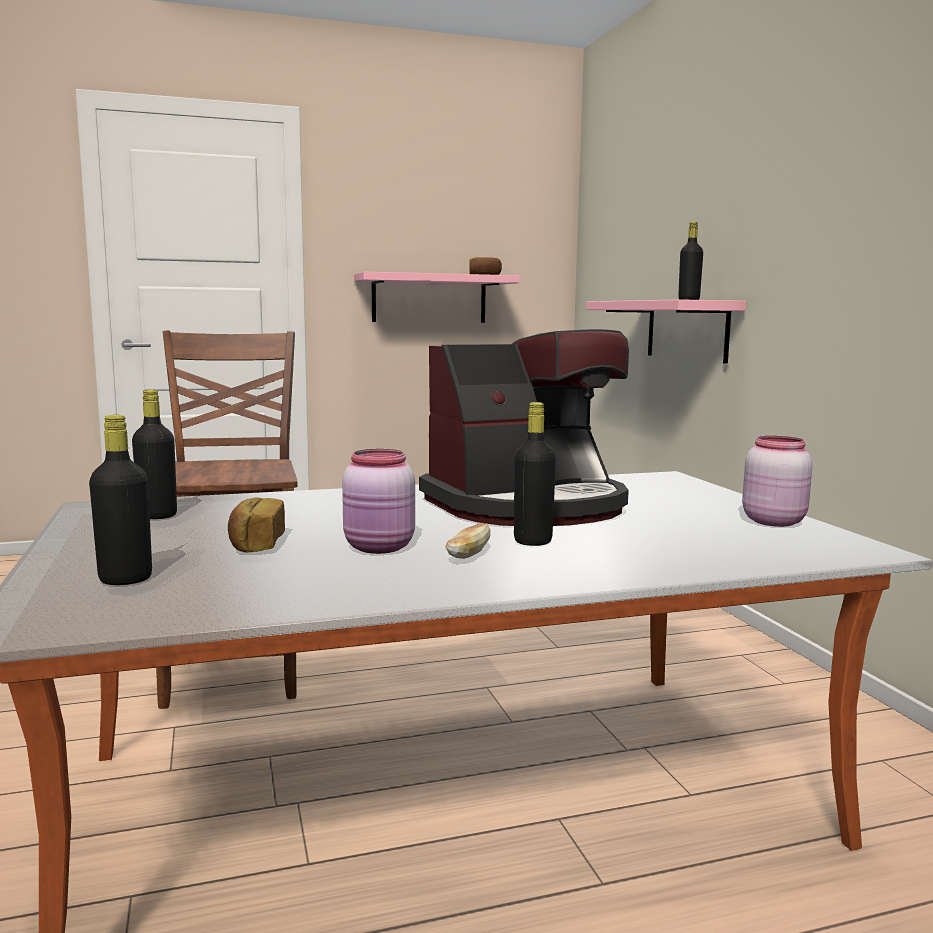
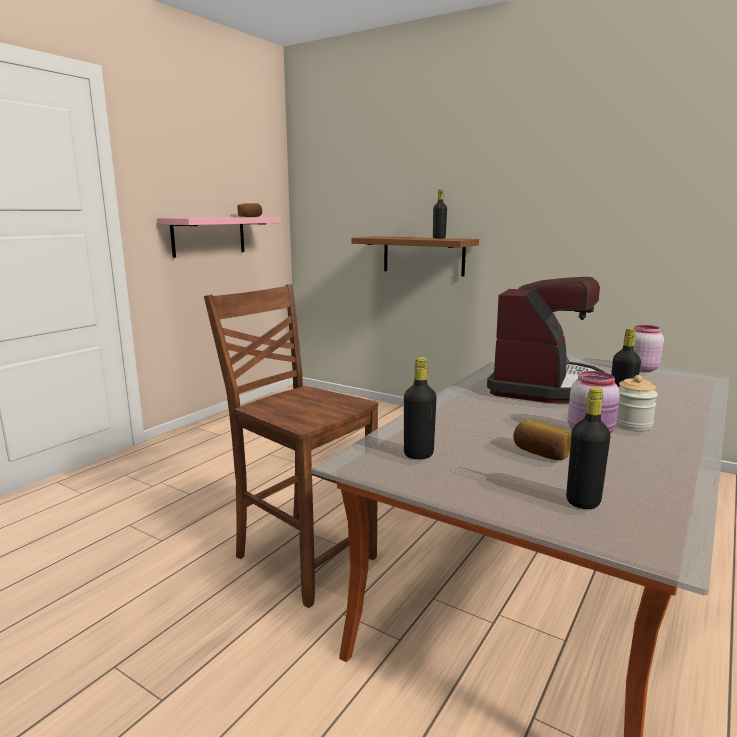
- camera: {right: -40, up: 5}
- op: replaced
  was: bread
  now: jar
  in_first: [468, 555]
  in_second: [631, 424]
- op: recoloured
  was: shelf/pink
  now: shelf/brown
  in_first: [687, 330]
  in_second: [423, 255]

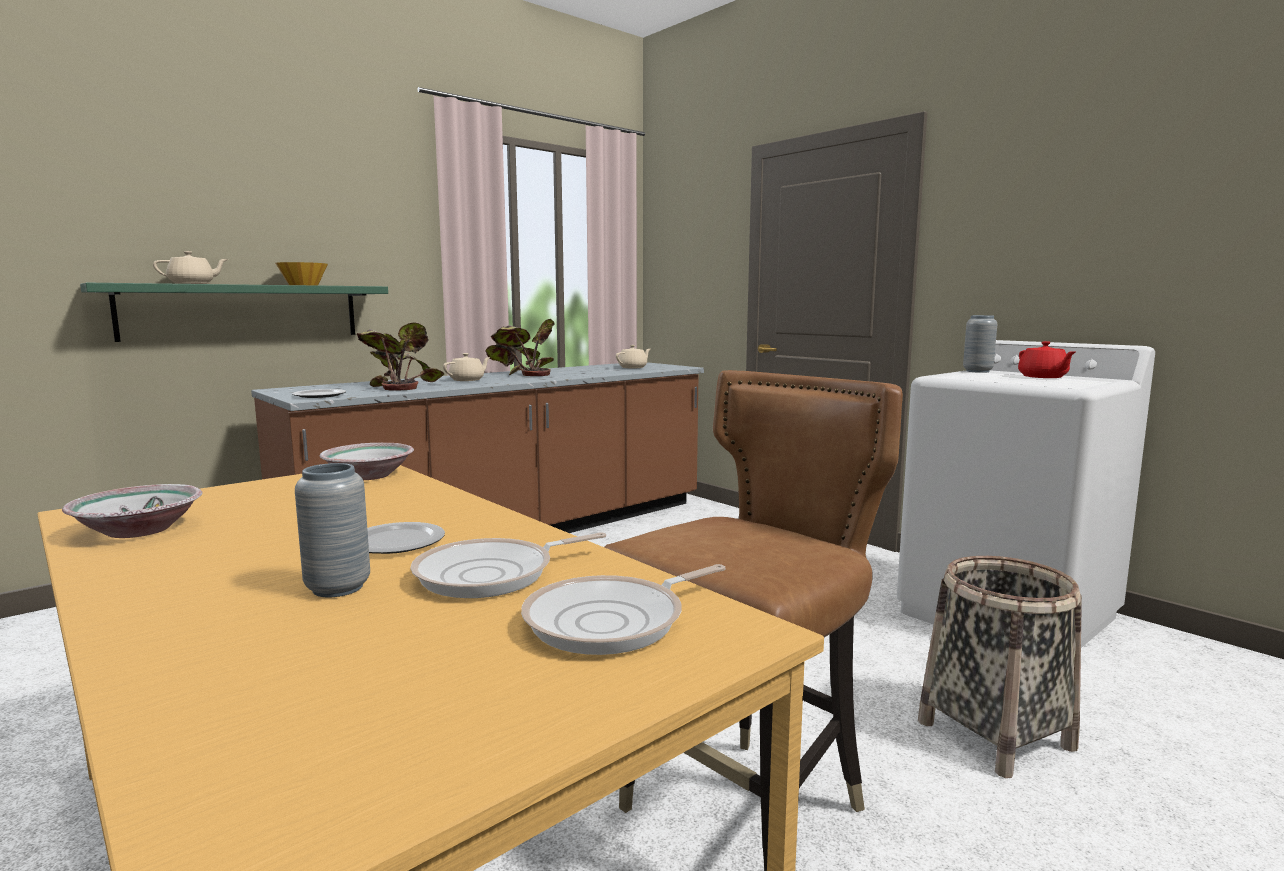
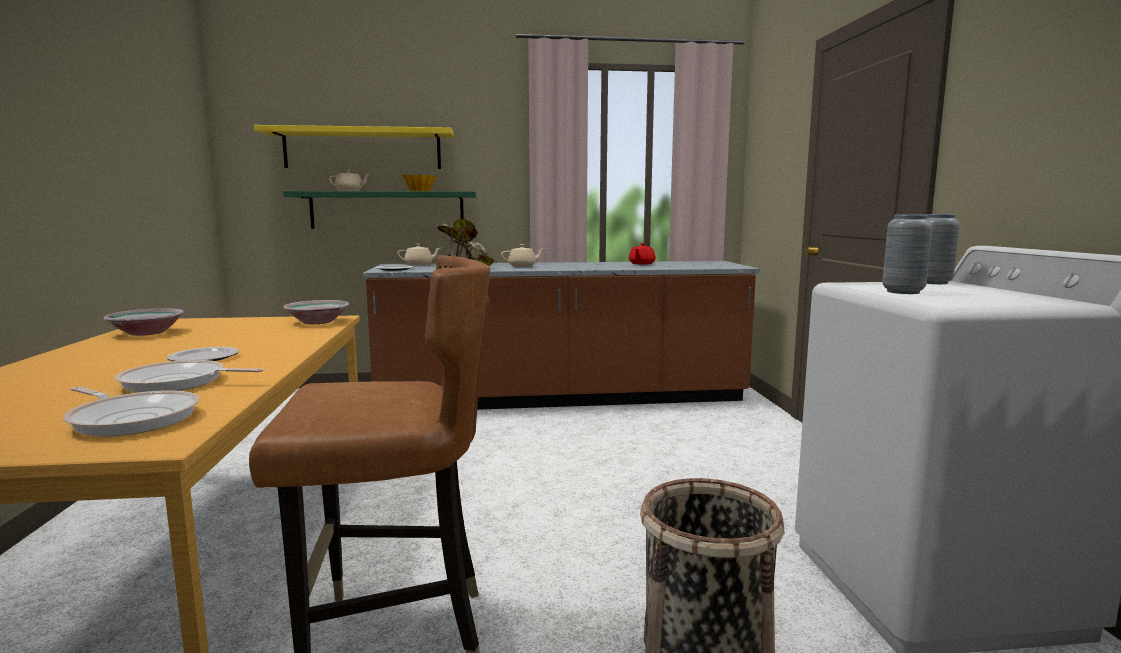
- camera: {right: 35, up: 0}
- op: moved
  was: vase/grey
  in_first: [338, 588]
  in_second: [903, 292]
- op: removed
  was: potted plant
  in_first: [522, 374]
- op: turned
  was: frying pan
  in_first: [613, 622]
  in_second: [132, 418]
  clockwise: -150
- op: moved
  was: teapot/beige
  in_first: [633, 367]
  in_second: [419, 265]
- op: moved
  was: teapot/red
  in_first: [1043, 377]
  in_second: [641, 264]
- op: added
  now: shelf/yellow
  in_second: [362, 149]

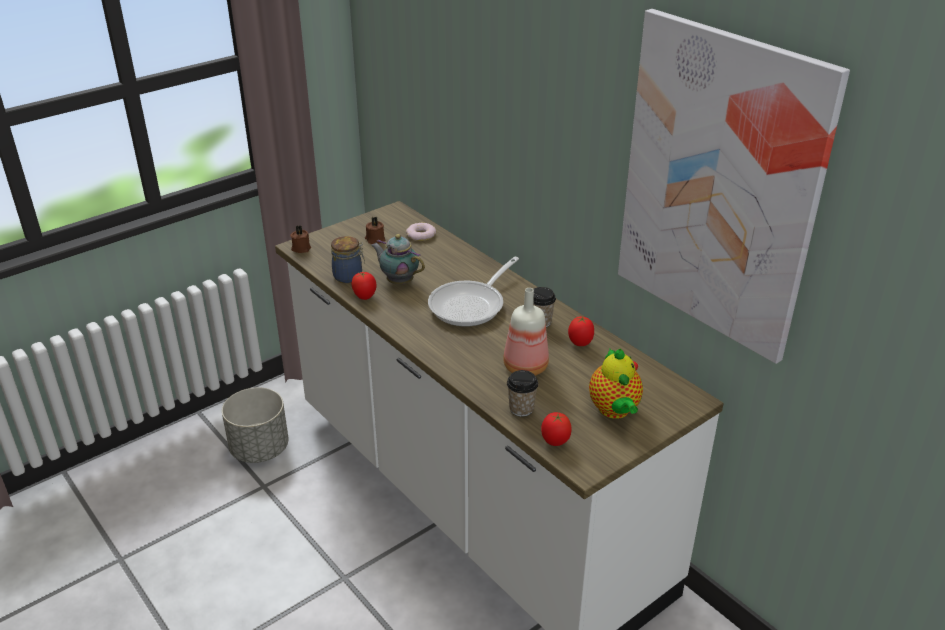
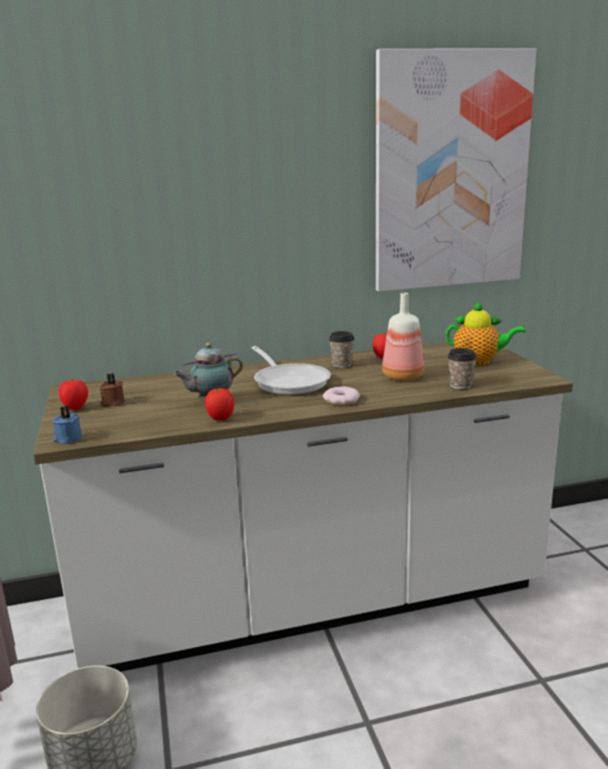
- camera: {right: -65, up: -15}
- op: recoloured
  was: candle/brown
  now: candle/blue
  in_first: [301, 248]
  in_second: [68, 439]
- op: removed
  was: jar
  in_first: [349, 276]
- op: moved
  was: donut
  in_first: [421, 235]
  in_second: [341, 400]
- op: moved
  was: tomato
  in_first: [555, 442]
  in_second: [75, 408]

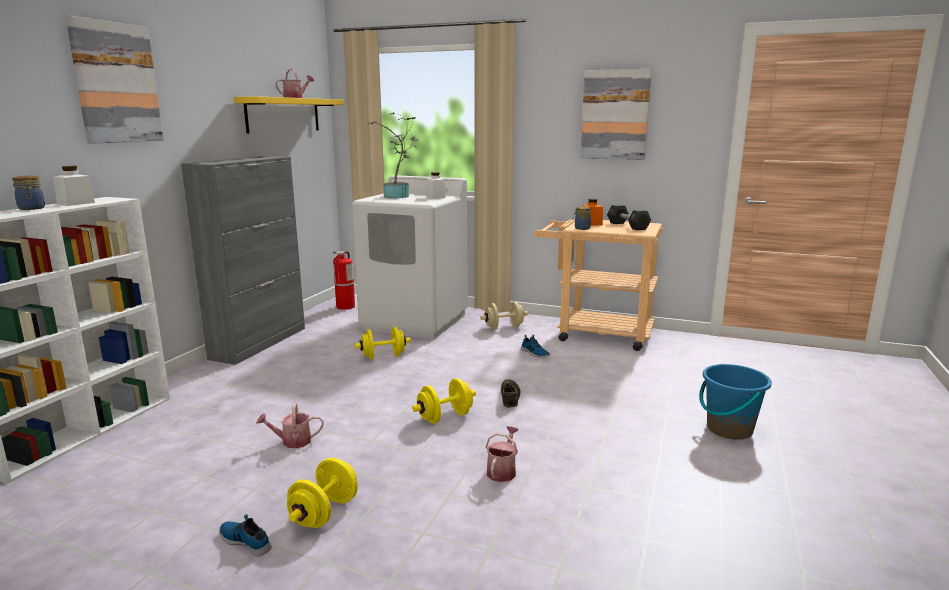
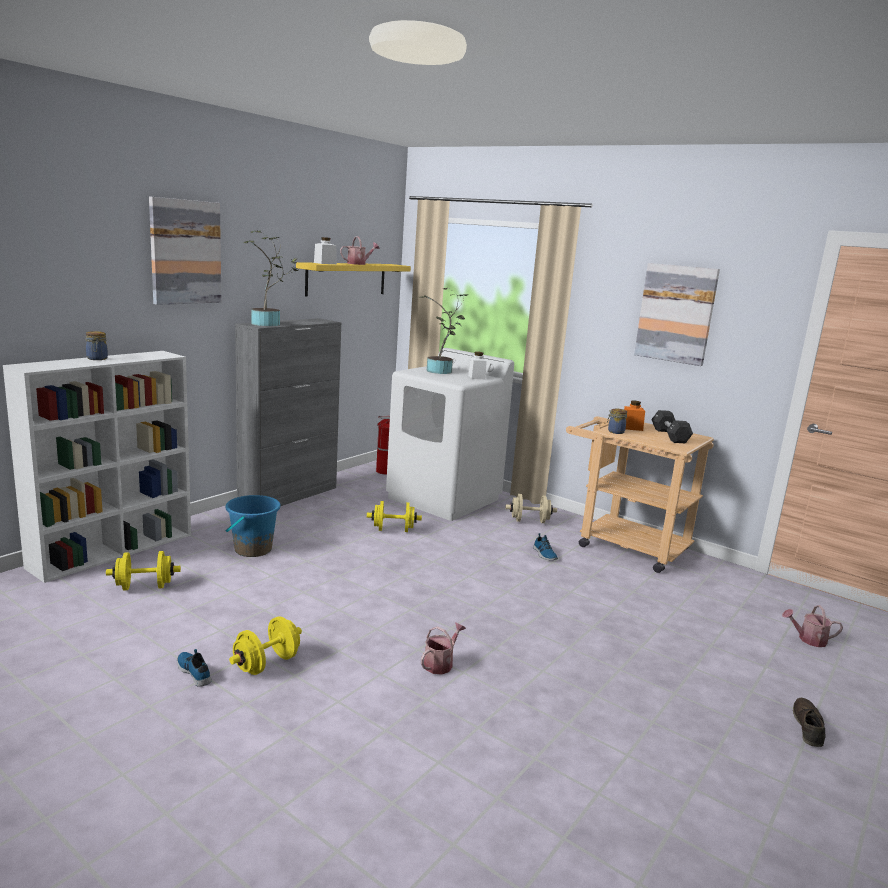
- camera: {right: 15, up: 0}
- op: moved
  was: jar/white
  in_first: [76, 203]
  in_second: [325, 263]
- op: moved
  was: watering can
  in_first: [292, 441]
  in_second: [808, 639]
- op: moved
  was: dumbbell/yellow
  in_first: [445, 417]
  in_second: [144, 587]
- op: moved
  was: shoe/brown
  in_first: [509, 397]
  in_second: [808, 726]
- op: moved
  was: bucket/blue
  in_first: [729, 429]
  in_second: [252, 549]
- op: added
  now: potted plant
  in_second: [269, 324]

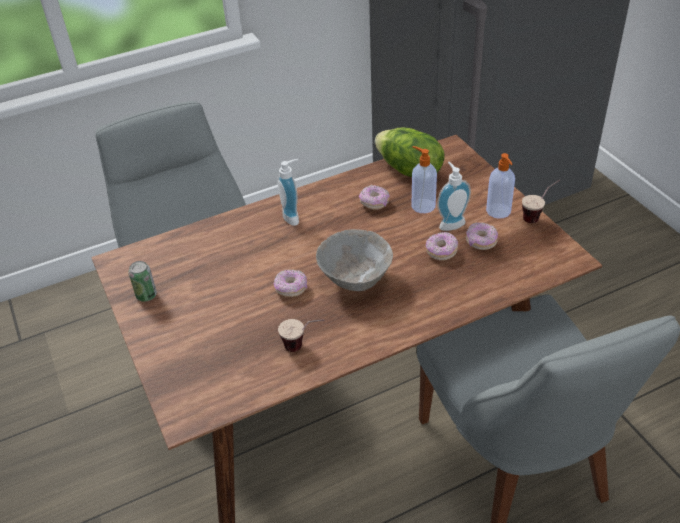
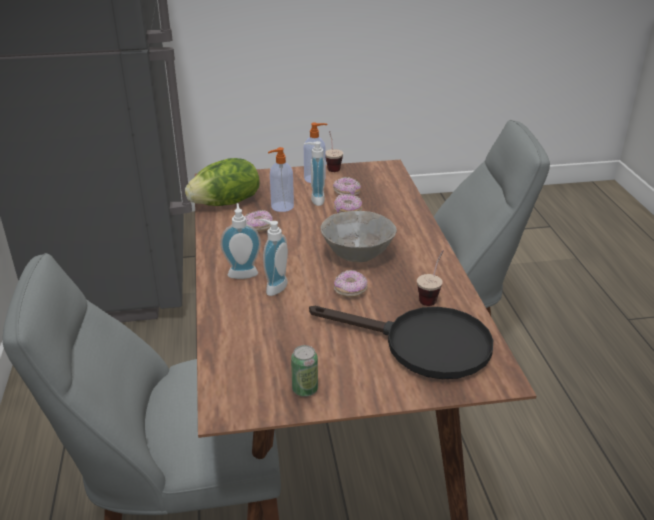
- camera: {right: -75, up: -10}
- op: added
  now: soap dispenser
  in_second: [273, 287]
- op: added
  now: frying pan/black
  in_second: [422, 345]

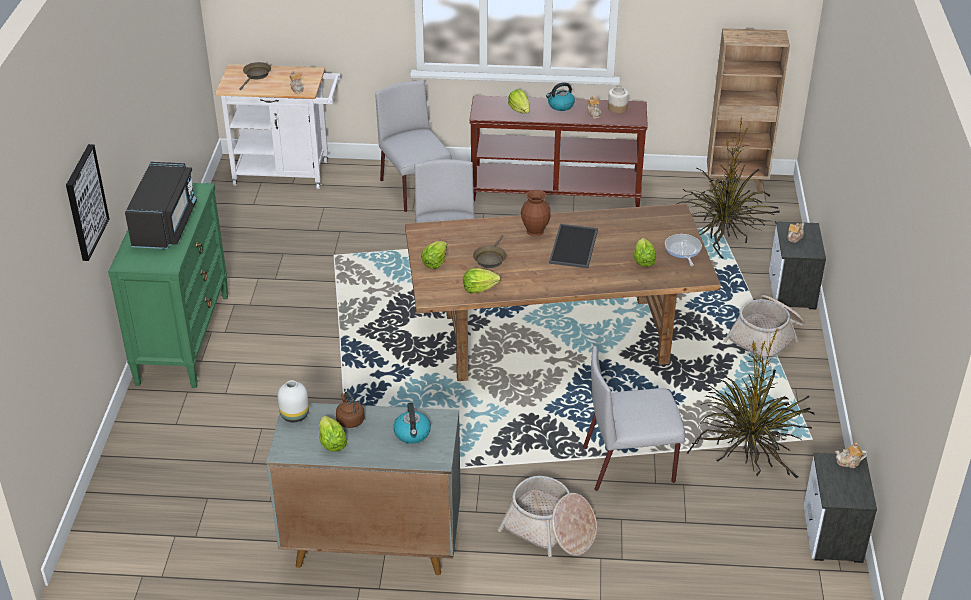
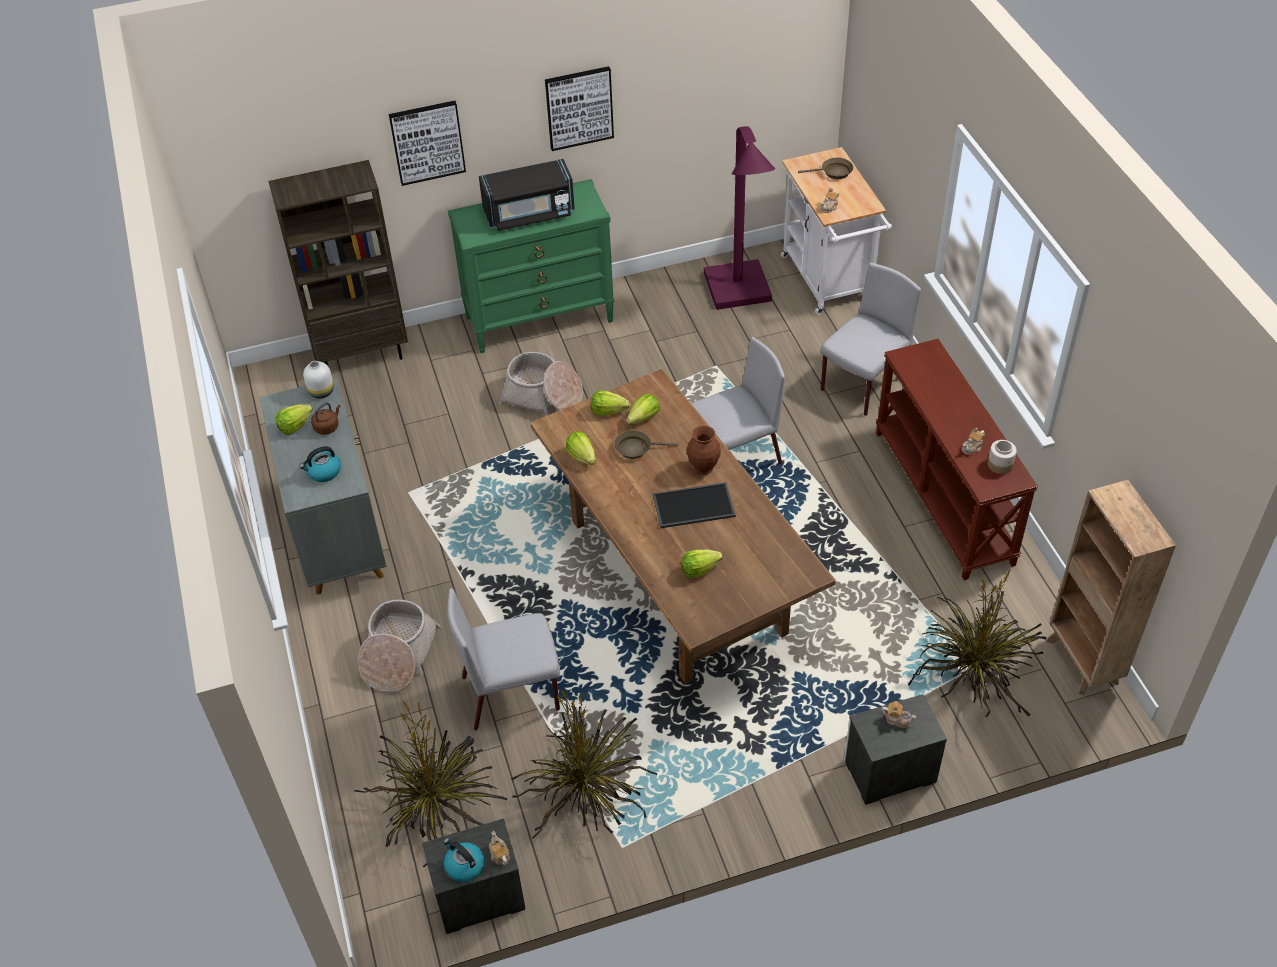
- camera: {right: 70, up: 10}
- op: moved
  was: lettuce
  in_first: [520, 110]
  in_second: [644, 418]
- op: moved
  was: kettle
  in_first: [560, 106]
  in_second: [464, 866]
- op: turned
  was: chair/grey
  in_first: [630, 464]
  in_second: [512, 692]
  clockwise: -75
- op: removed
  was: frying pan
  in_first: [683, 250]
- op: moved
  was: basket
  in_first: [766, 337]
  in_second: [543, 396]
- op: added
  now: bookcase/brown
  in_second: [362, 355]
- op: added
  now: potted plant
  in_second: [437, 809]
- op: added
  now: picture
  in_second: [579, 107]
- op: added
  now: floor lamp/purple
  in_second: [740, 294]

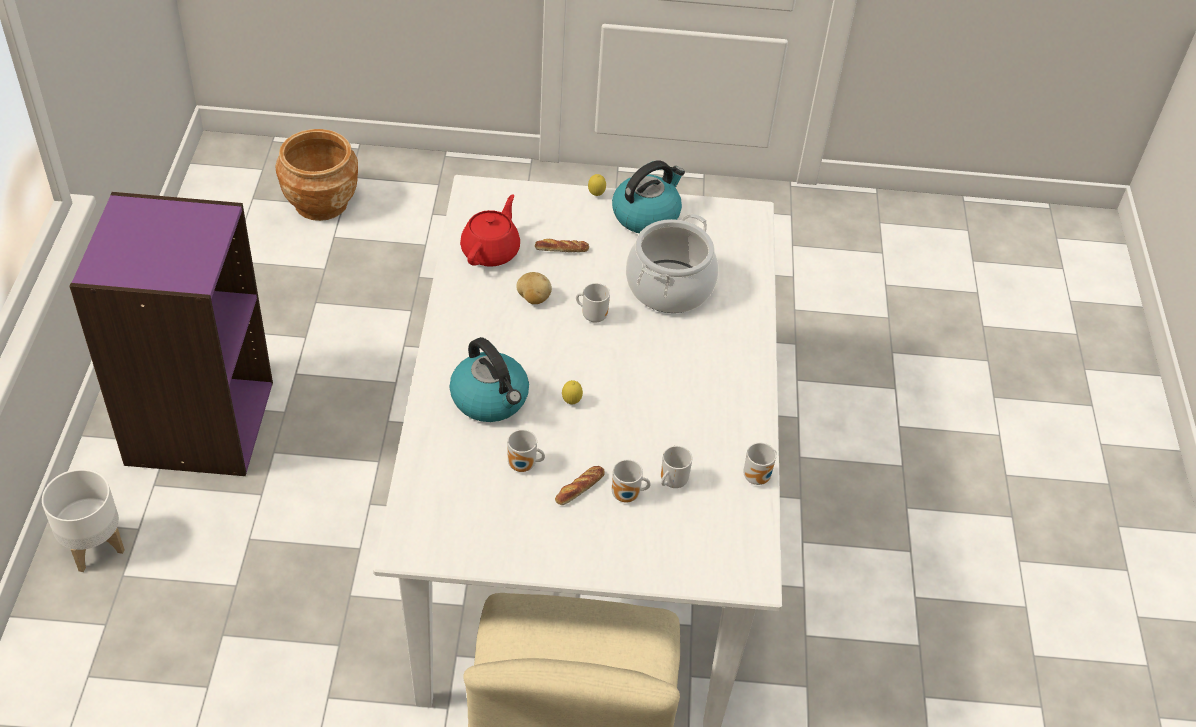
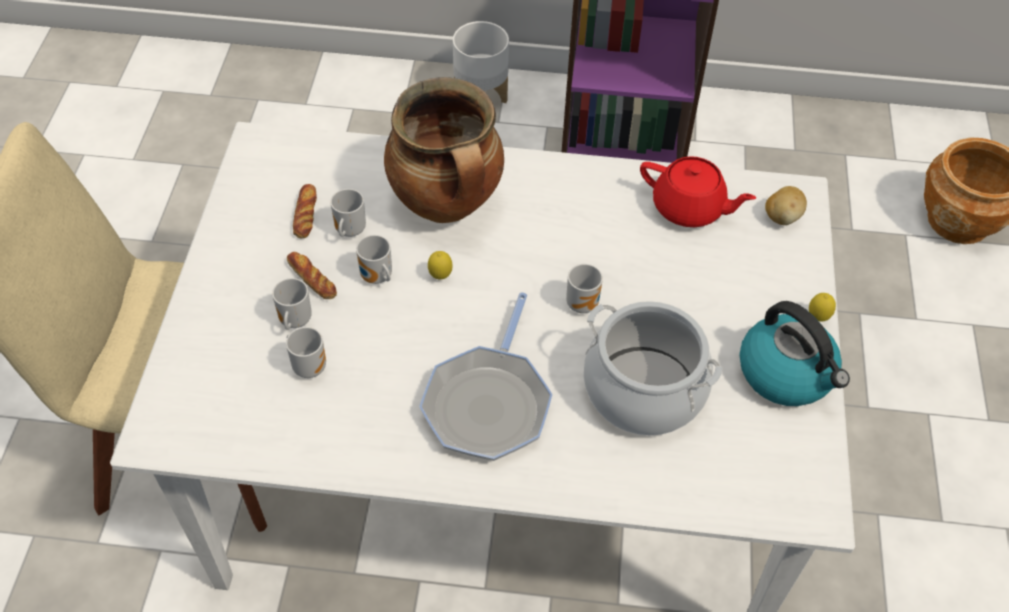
- camera: {right: 95, up: 5}
- op: replaced
  was: kettle
  now: cooking pot
  in_first: [490, 399]
  in_second: [448, 205]
- op: moved
  was: potato
  in_first: [533, 298]
  in_second: [782, 217]
- op: moved
  was: bread
  in_first: [561, 249]
  in_second: [305, 214]
- op: moved
  was: mug
  in_first: [758, 477]
  in_second: [376, 278]
- op: added
  now: frying pan
  in_second: [488, 403]

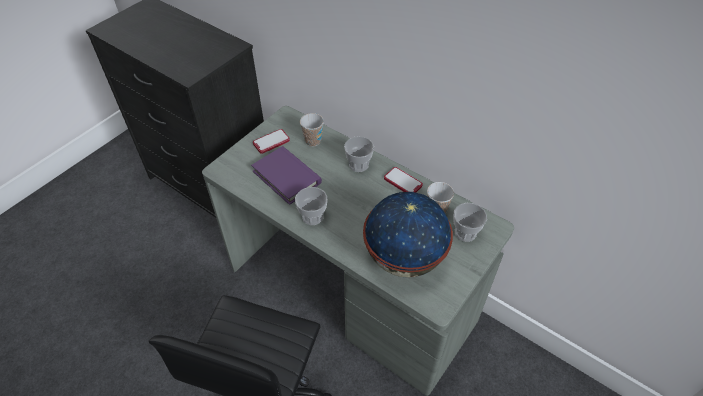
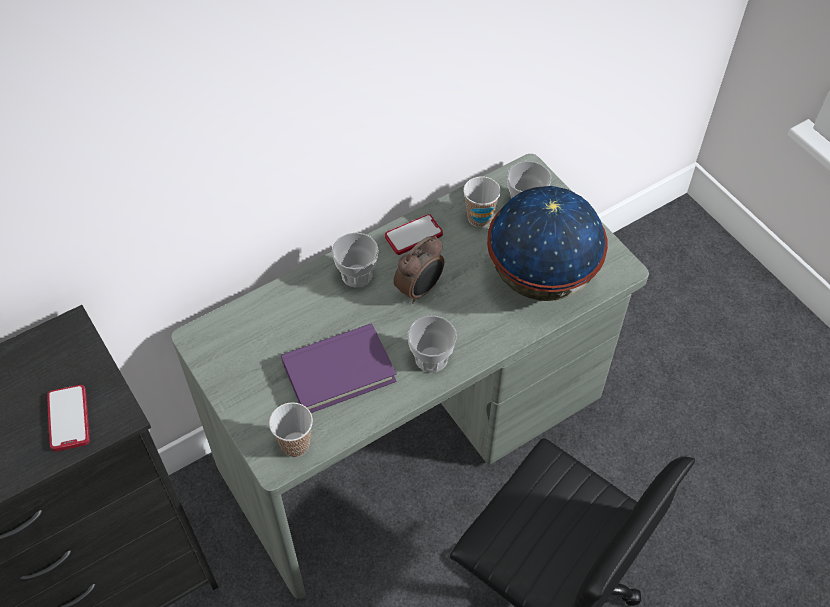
- camera: {right: -70, up: 5}
- op: moved
  was: phone
  in_first: [271, 142]
  in_second: [69, 419]
- op: moved
  was: cup
  in_first: [313, 141]
  in_second: [295, 444]
- op: added
  now: alarm clock
  in_second: [420, 290]

